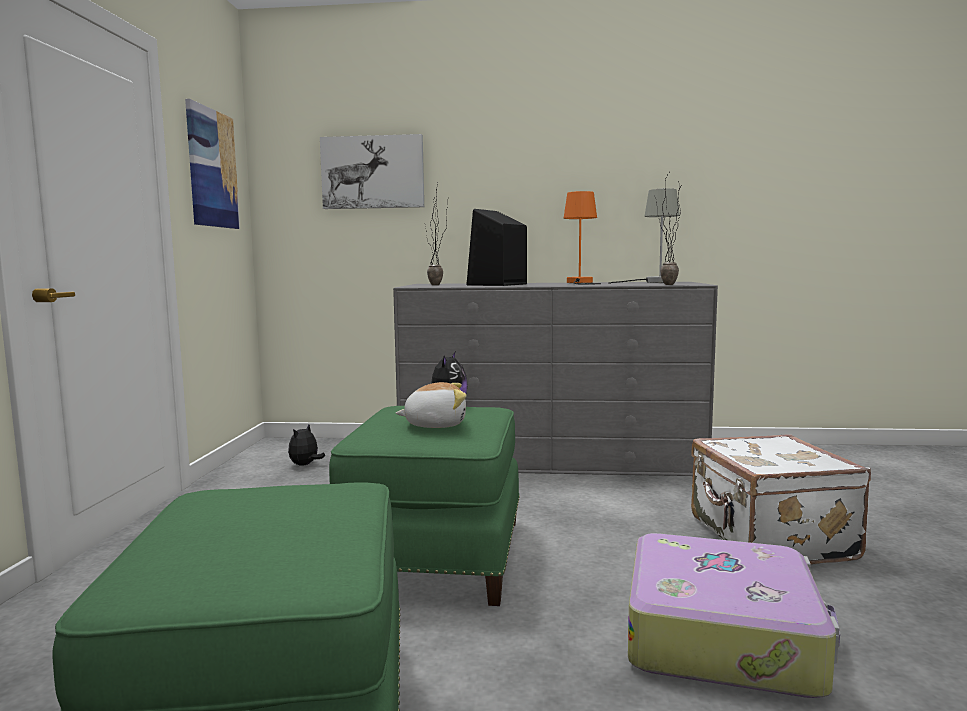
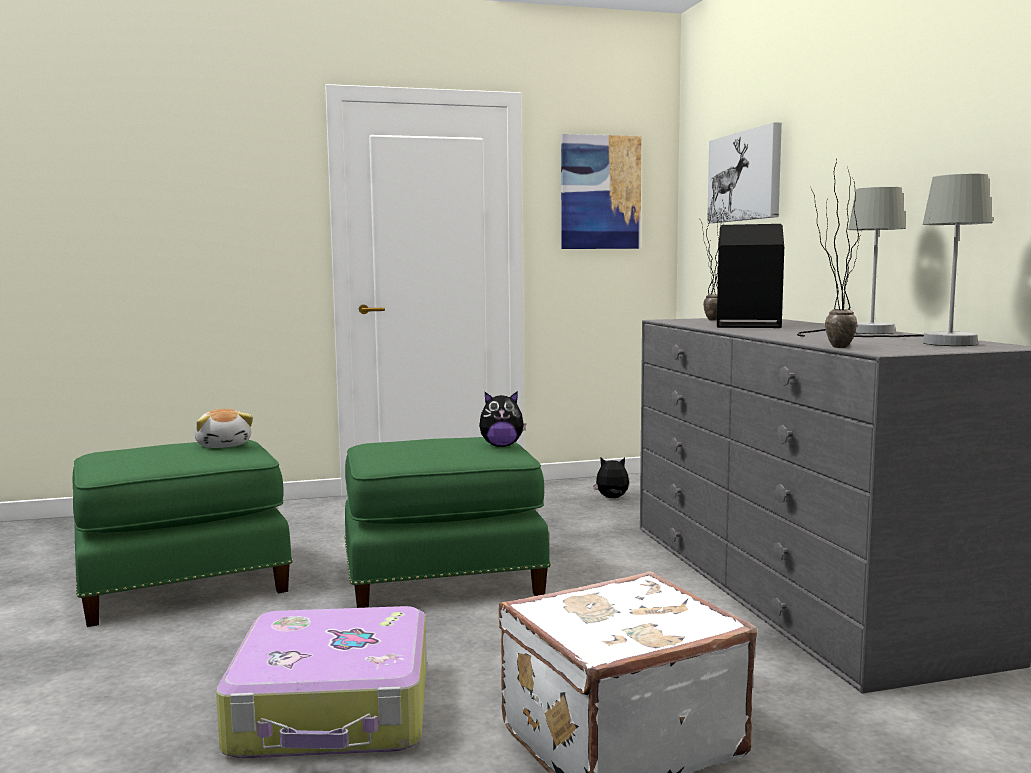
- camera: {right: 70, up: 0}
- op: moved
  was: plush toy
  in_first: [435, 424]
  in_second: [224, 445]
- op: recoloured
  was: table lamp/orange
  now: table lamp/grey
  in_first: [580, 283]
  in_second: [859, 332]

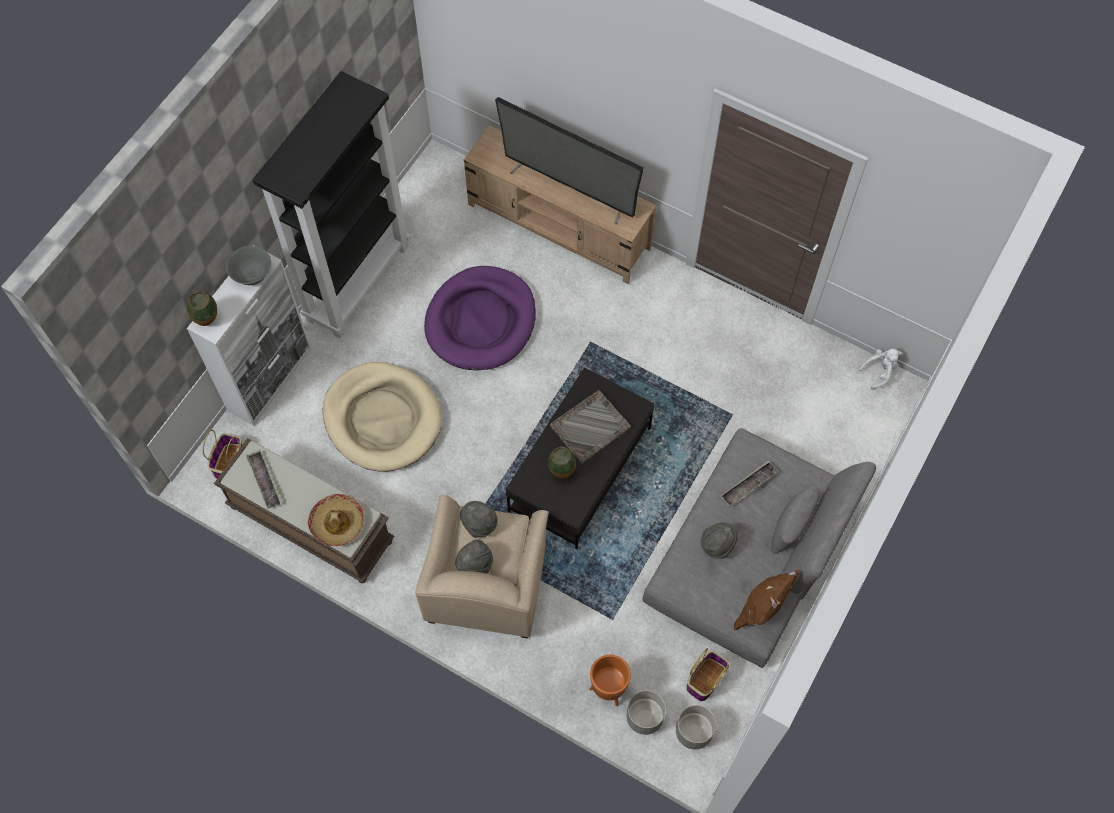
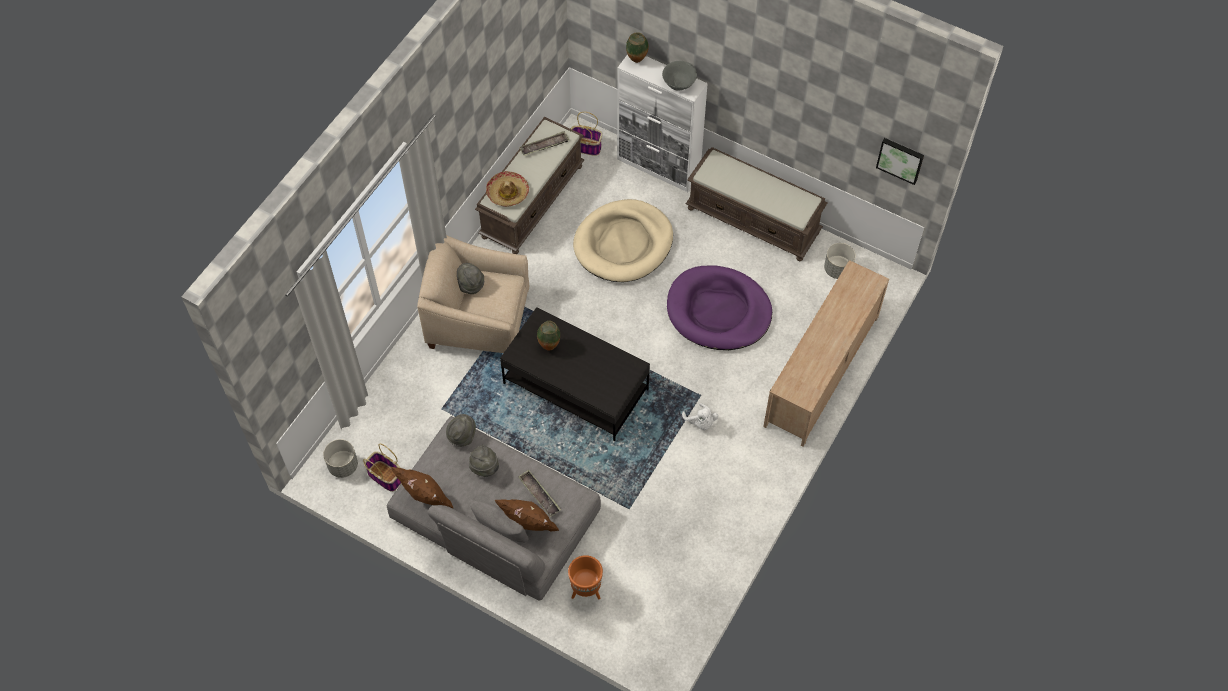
- camera: {right: 90, up: -5}
- op: replaced
  was: bookcase/black
  now: bench/brown
  in_first: [357, 281]
  in_second: [754, 220]
- op: moved
  was: hat/grey
  in_first: [479, 524]
  in_second: [462, 436]
- op: removed
  was: television
  in_first: [569, 187]
- op: removed
  was: tray/grey
  in_first: [591, 427]
- op: moved
  was: planter/orange
  in_first: [608, 690]
  in_second: [585, 590]
- op: moved
  was: planter/grey
  in_first: [644, 717]
  in_second: [838, 269]
- op: moved
  was: plush toy/white
  in_first: [879, 372]
  in_second: [700, 422]
- op: added
  now: pillow/brown
  in_second: [528, 526]
- op: added
  now: picture
  in_second: [900, 159]

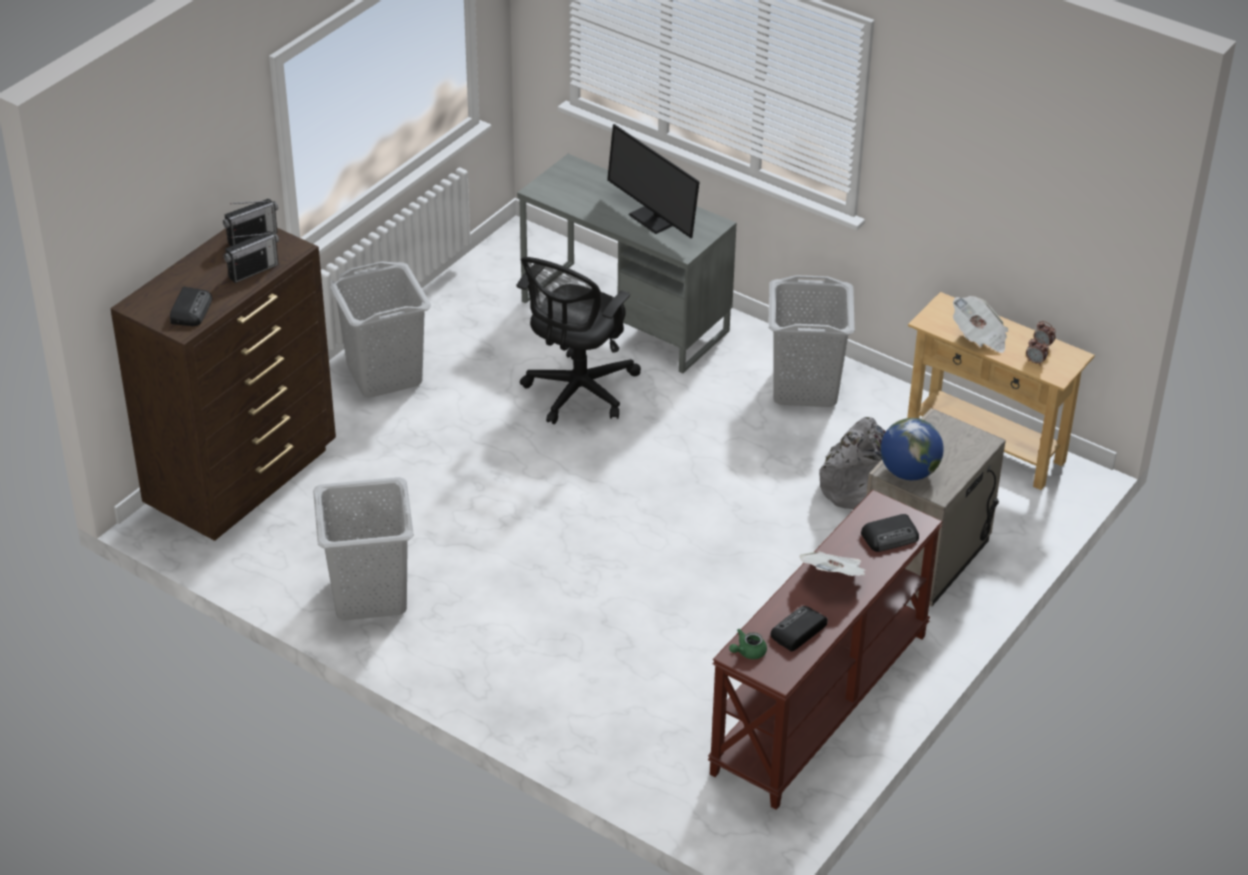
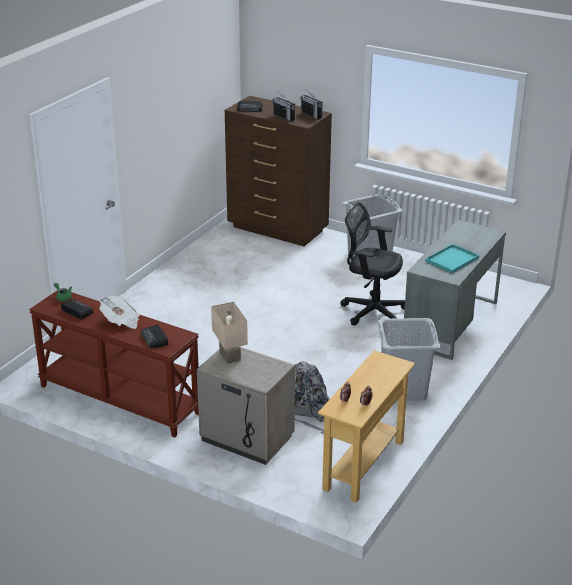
- camera: {right: 85, up: -10}
- op: removed
  was: laundry basket/grey
  in_first: [369, 594]
- op: replaced
  was: monitor
  now: tray/turquoise
  in_first: [656, 217]
  in_second: [451, 260]
- op: replaced
  was: globe
  now: table lamp/beige
  in_first: [909, 472]
  in_second: [228, 356]
- op: removed
  was: newspaper
  in_first: [979, 337]

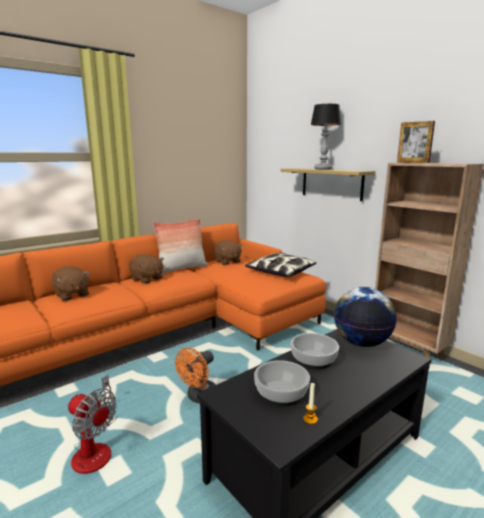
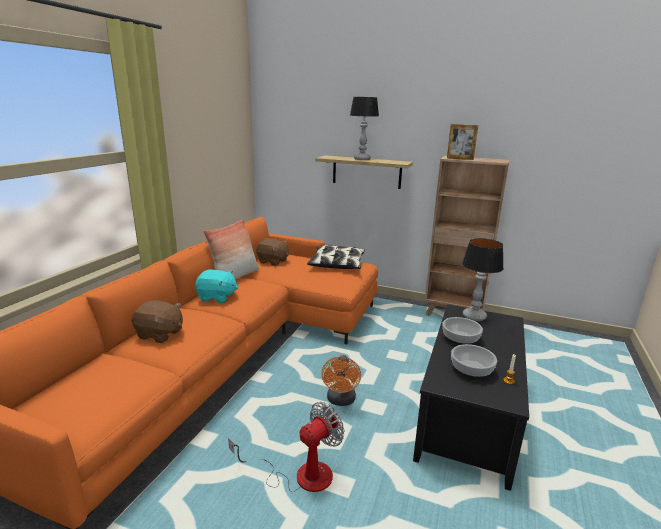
- camera: {right: -30, up: 5}
- op: turned
  was: fan
  in_first: [95, 448]
  in_second: [300, 475]
  clockwise: -45
- op: recoloured
  was: plush toy/brown
  now: plush toy/turquoise
  in_first: [147, 279]
  in_second: [217, 297]
- op: replaced
  was: globe
  now: table lamp
  in_first: [362, 343]
  in_second: [473, 316]

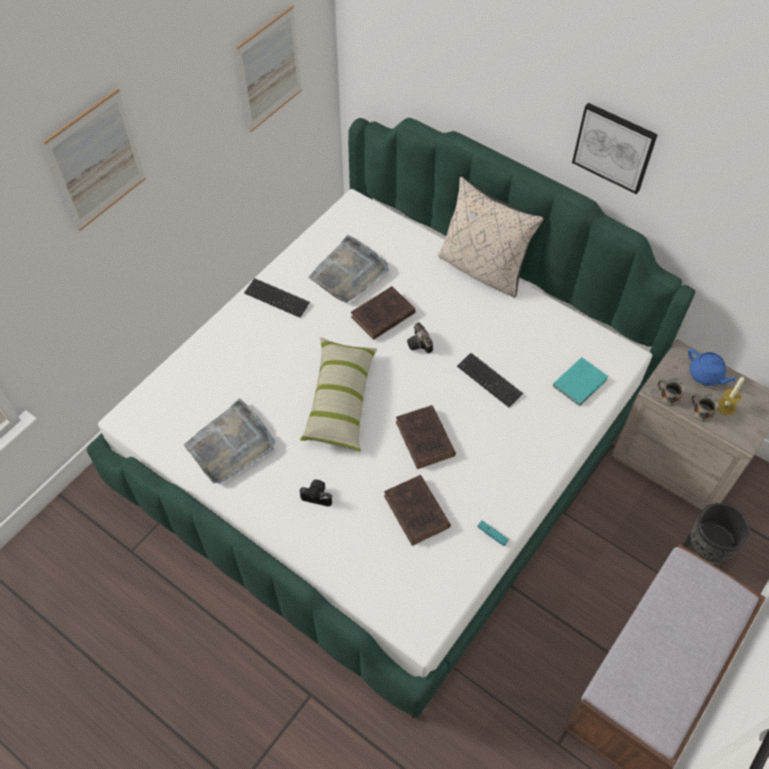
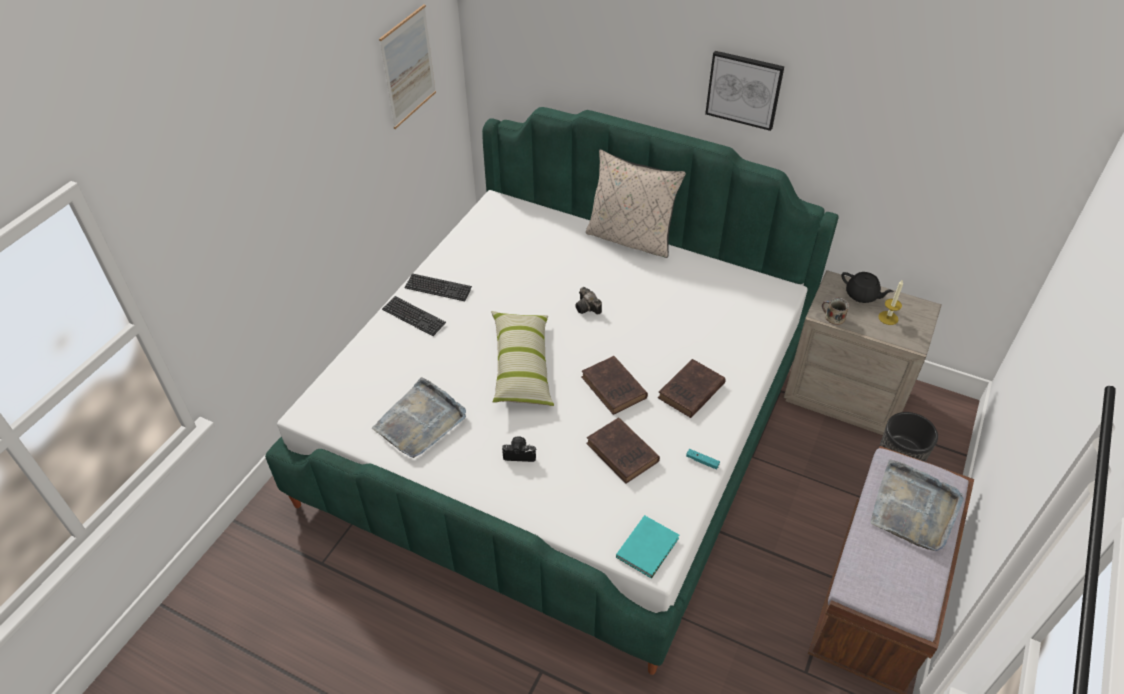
- camera: {right: -10, up: -10}
- op: removed
  was: picture
  in_first: [97, 161]
- op: moved
  was: tray/grey
  in_first: [349, 272]
  in_second: [914, 508]
- op: moved
  was: book/brown
  in_first: [381, 316]
  in_second: [690, 392]
- op: moved
  was: keyboard
  in_first: [489, 380]
  in_second: [413, 317]
- op: moved
  was: book/turquoise
  in_first: [581, 382]
  in_second: [649, 547]
- op: recoloured
  was: teapot/blue
  now: teapot/black
  in_first: [705, 375]
  in_second: [862, 295]
- op: removed
  was: mug
  in_first: [701, 412]

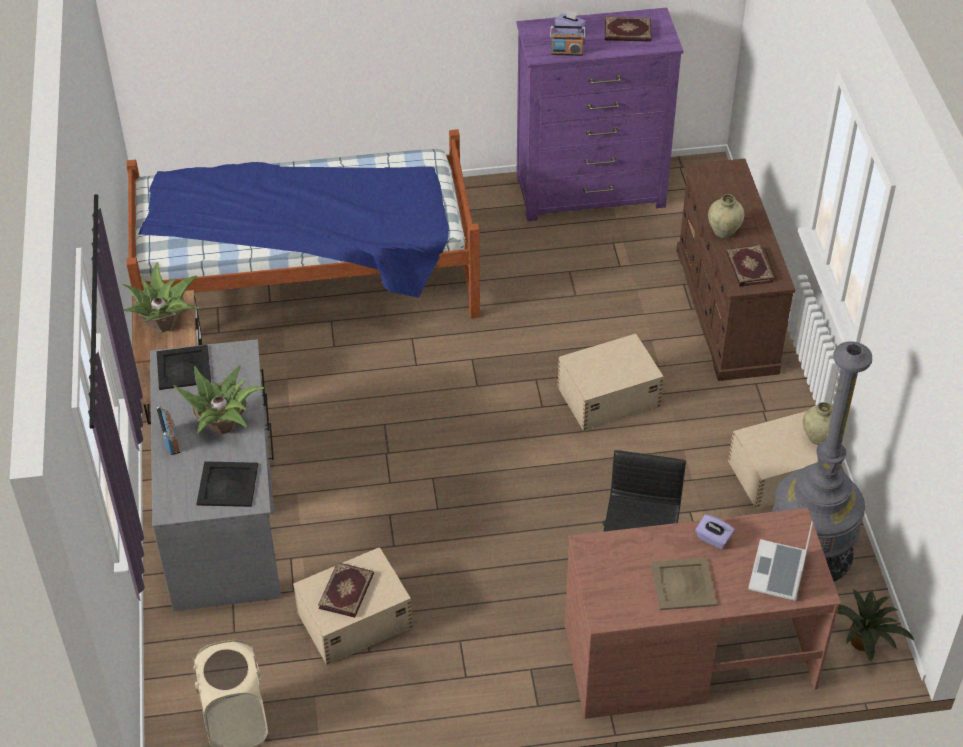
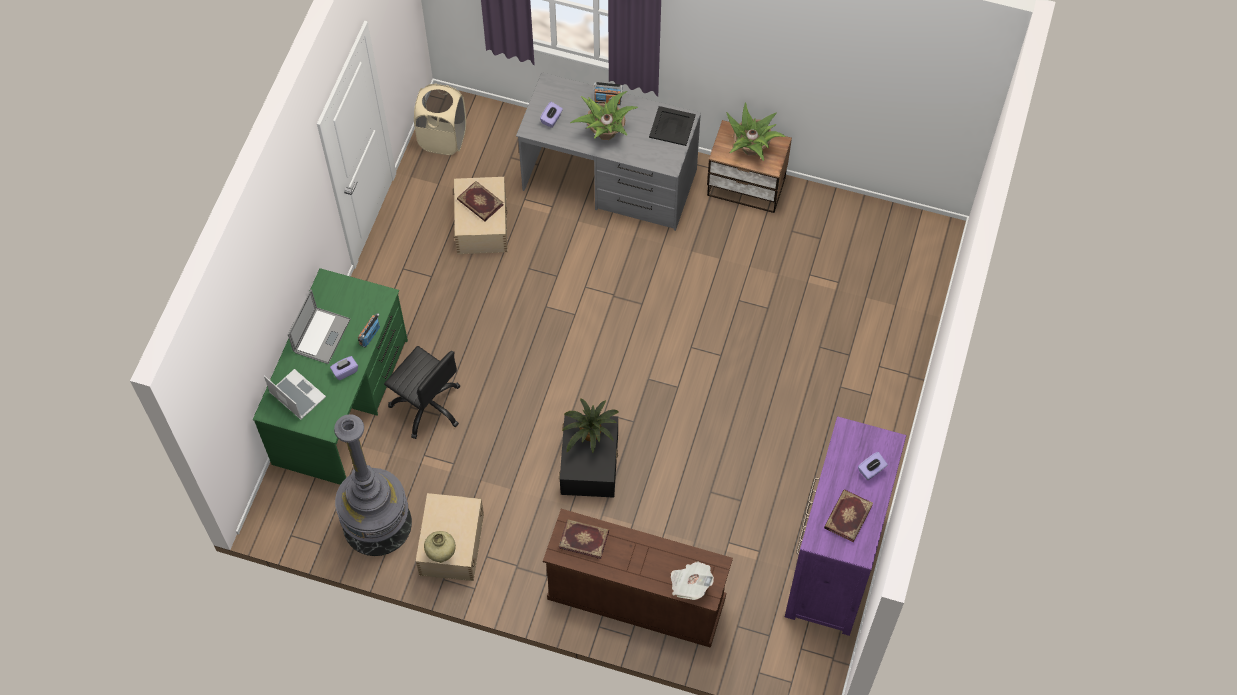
- camera: {right: 115, up: 15}
- op: removed
  was: bed
  in_first: [309, 283]
- op: replaced
  was: tray/black
  now: tissue box/purple
  in_first: [227, 485]
  in_second: [551, 119]
- op: moved
  was: radio
  in_first: [566, 52]
  in_second: [370, 335]
- op: recoloured
  was: storage box/beige
  now: storage box/black
  in_first: [607, 396]
  in_second: [590, 462]
- op: recoloured
  was: desk/brown
  now: desk/green
  in_first: [688, 655]
  in_second: [341, 401]
- op: replaced
  was: tray/beige
  now: laptop
  in_first: [683, 585]
  in_second: [321, 335]
- op: removed
  was: vase/beige
  in_first: [723, 232]
- op: moved
  was: potted plant
  in_first: [864, 641]
  in_second: [590, 435]
- op: added
  now: newspaper
  in_second: [690, 584]

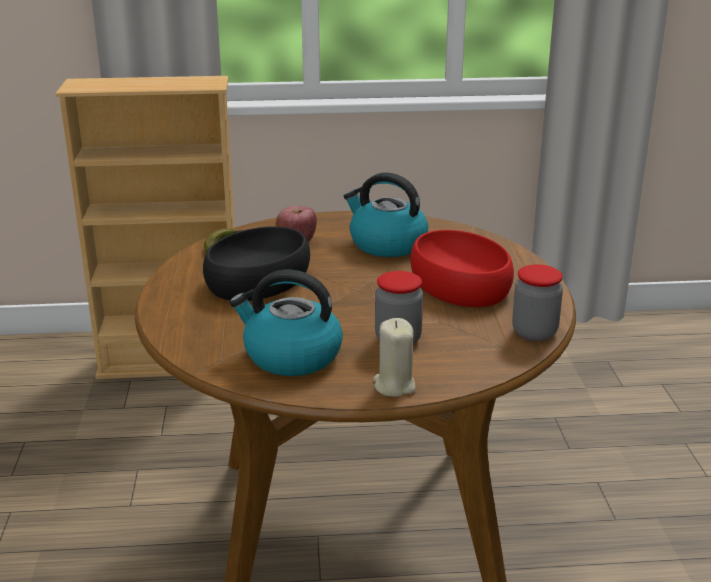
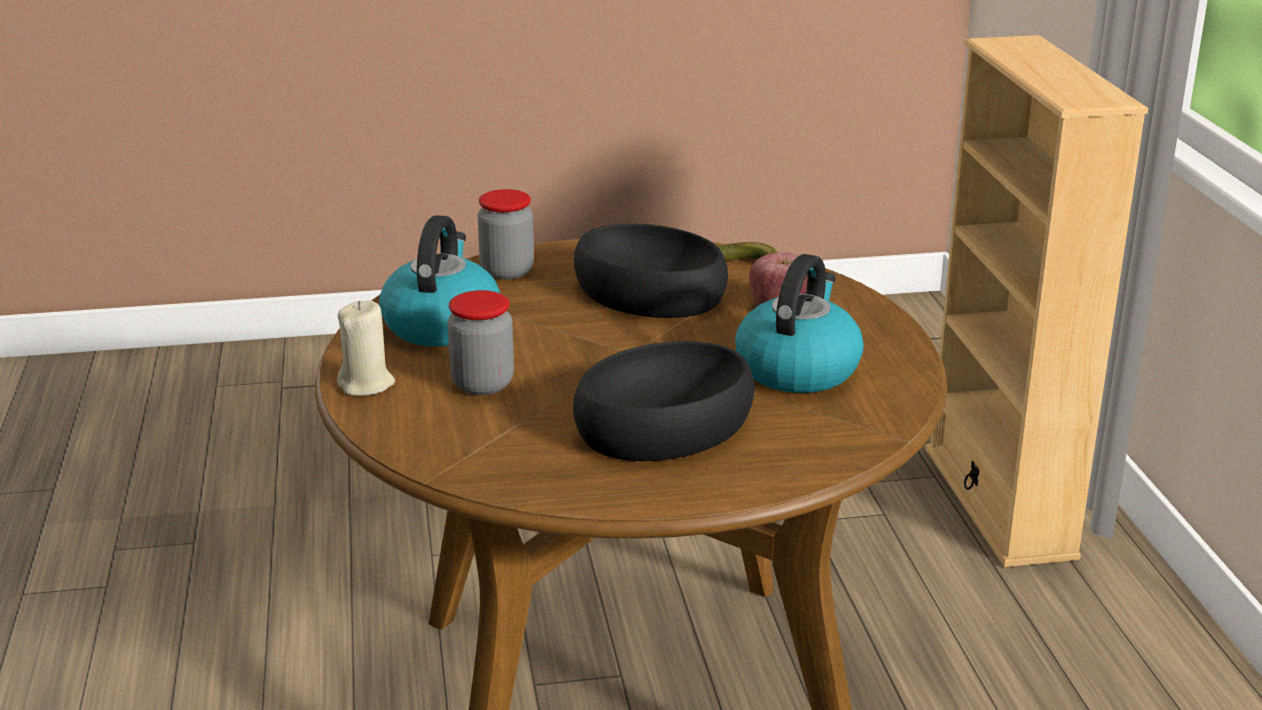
- camera: {right: 85, up: 0}
- op: recoloured
  was: bowl/red
  now: bowl/black
  in_first: [458, 284]
  in_second: [664, 424]
- op: moved
  was: jar
  in_first: [534, 332]
  in_second: [507, 271]

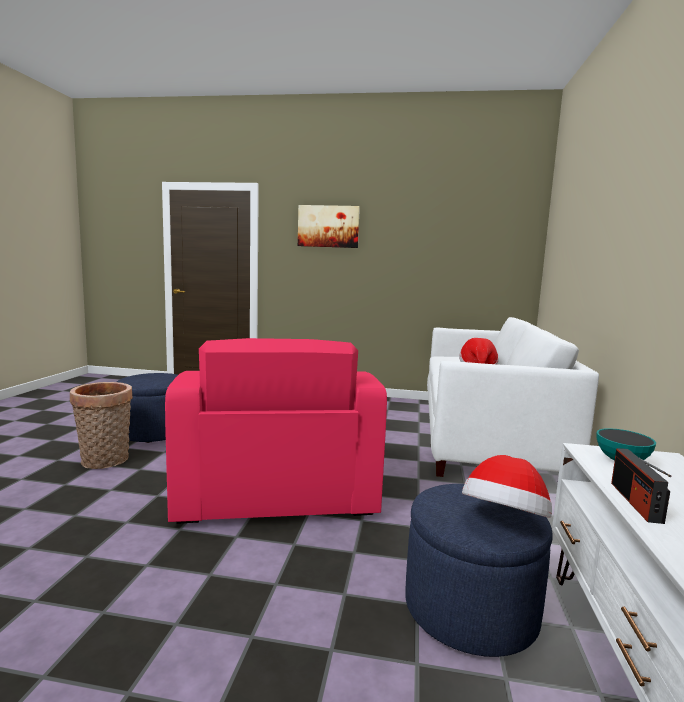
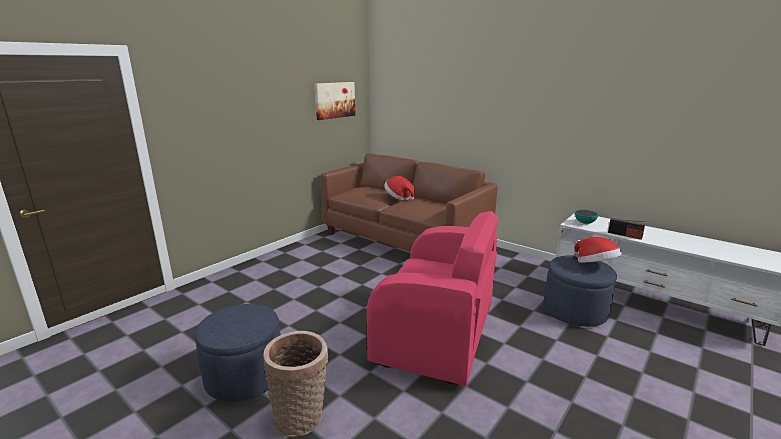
- camera: {right: -60, up: 10}
- op: moved
  was: picture
  in_first: [328, 226]
  in_second: [335, 100]
- op: recoloured
  was: sofa/white
  now: sofa/brown
  in_first: [486, 437]
  in_second: [404, 240]

